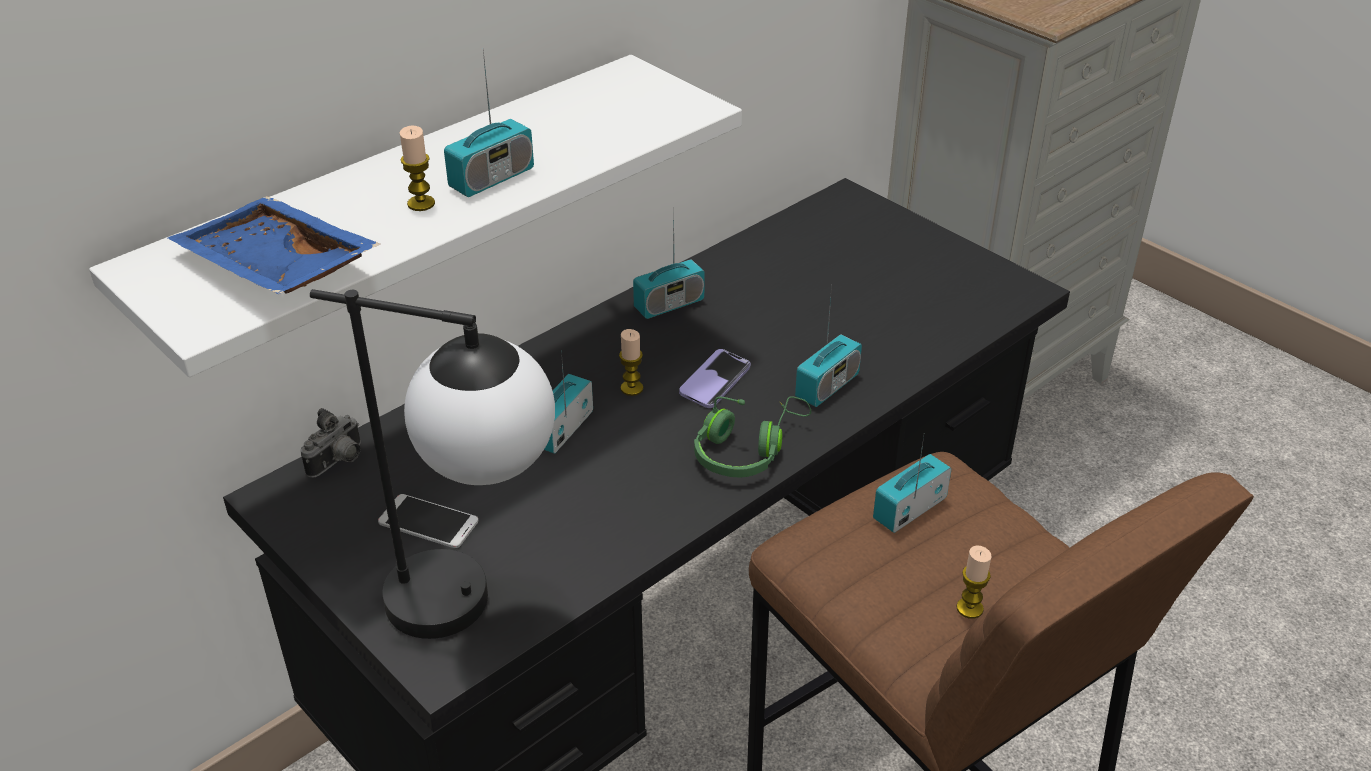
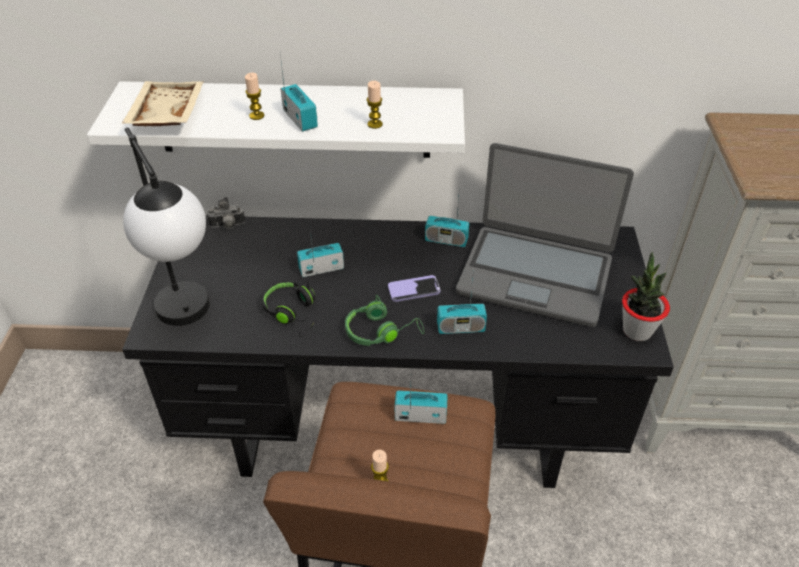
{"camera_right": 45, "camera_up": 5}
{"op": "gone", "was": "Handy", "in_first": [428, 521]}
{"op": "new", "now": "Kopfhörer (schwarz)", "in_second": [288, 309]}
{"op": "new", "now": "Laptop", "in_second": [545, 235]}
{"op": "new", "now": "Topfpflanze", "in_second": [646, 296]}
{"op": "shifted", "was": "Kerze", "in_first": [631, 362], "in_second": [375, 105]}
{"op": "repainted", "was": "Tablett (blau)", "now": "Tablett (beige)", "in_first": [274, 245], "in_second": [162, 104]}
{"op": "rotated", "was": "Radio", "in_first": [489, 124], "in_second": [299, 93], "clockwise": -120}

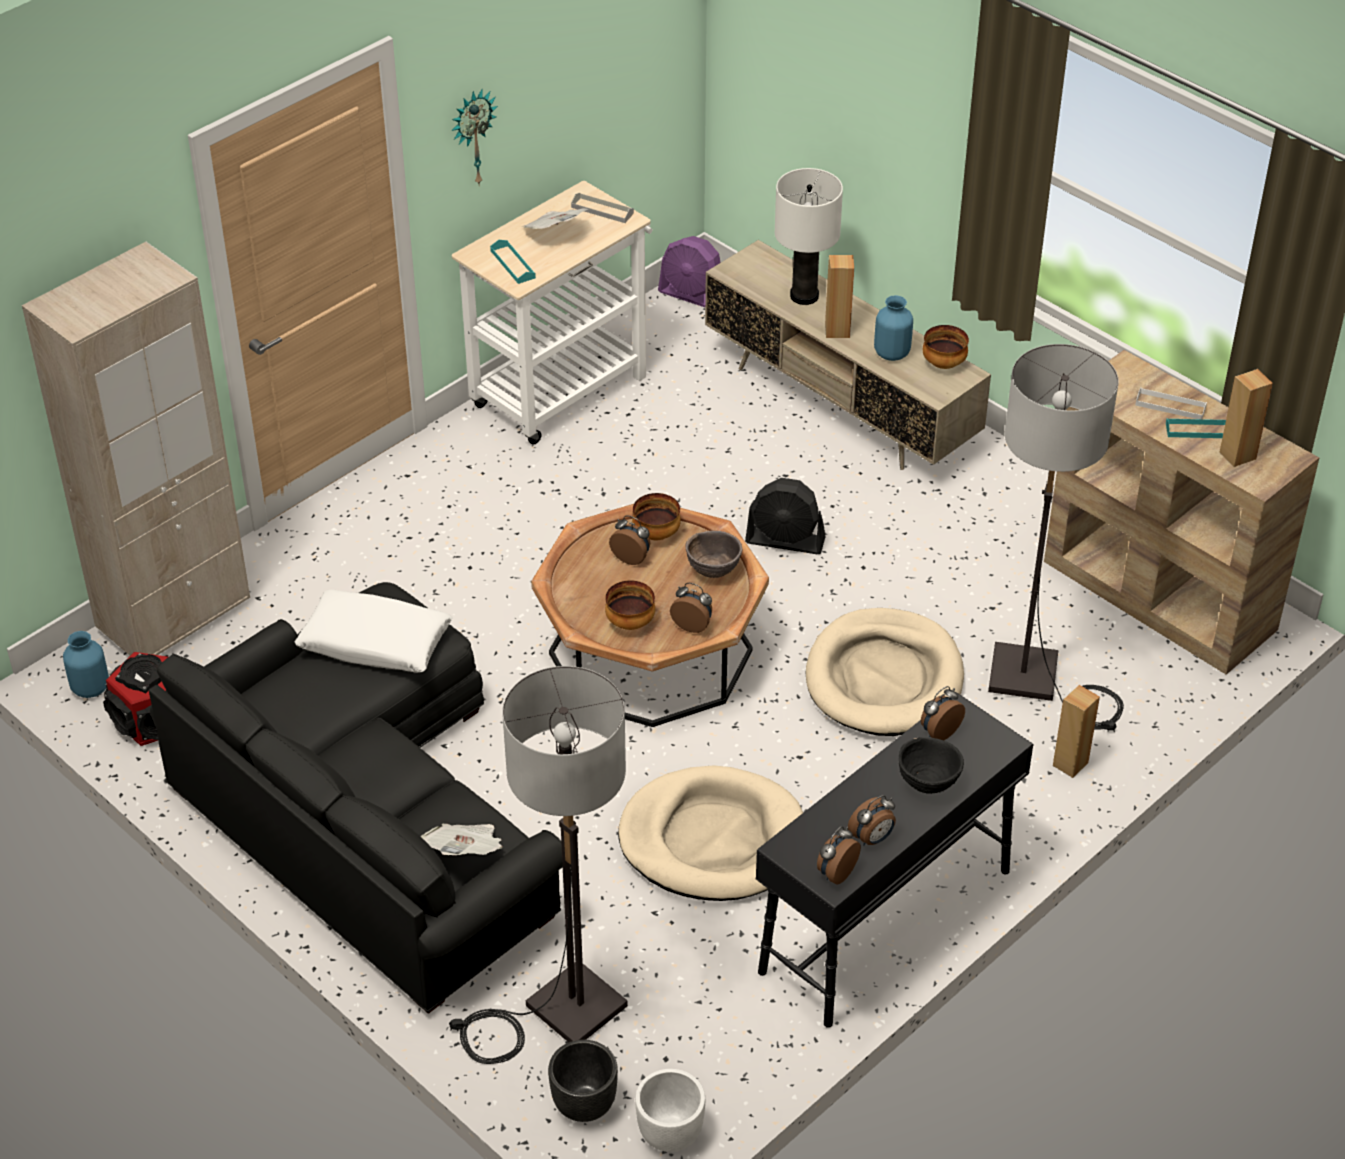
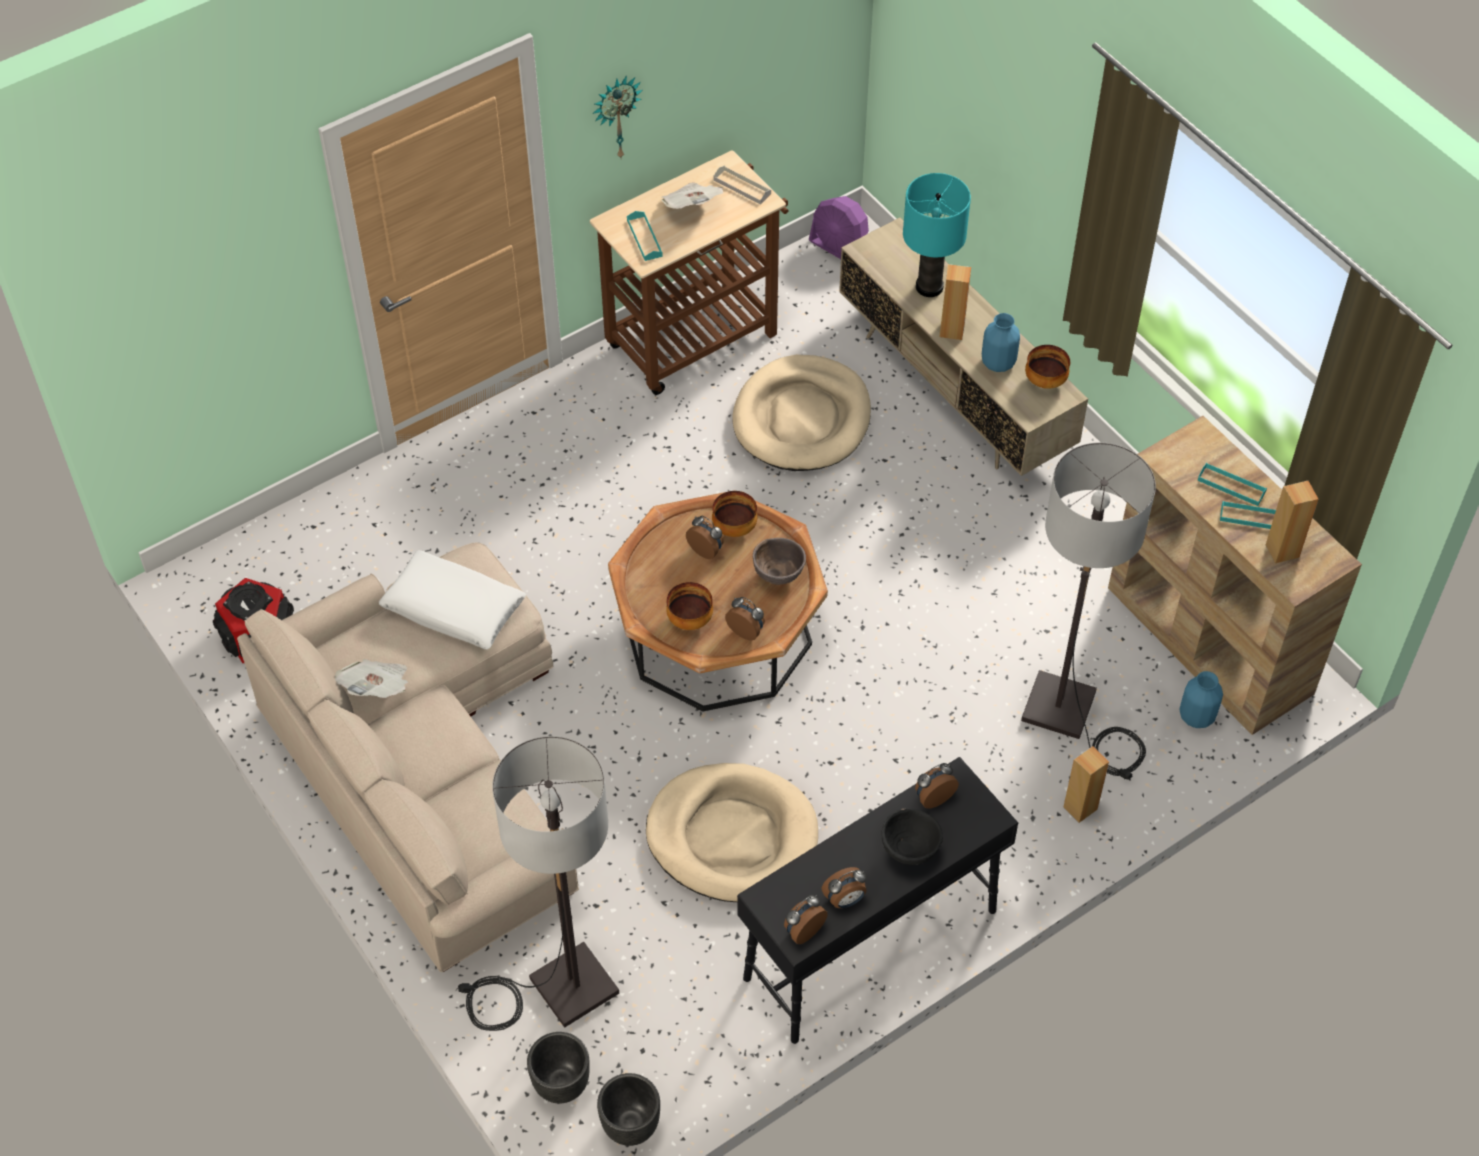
{"camera_right": 10, "camera_up": 10}
{"op": "gone", "was": "Schrank (beige)", "in_first": [136, 448]}
{"op": "gone", "was": "Ventilator (schwarz)", "in_first": [785, 516]}
{"op": "shifted", "was": "Vase (blau)", "in_first": [86, 664], "in_second": [1201, 699]}
{"op": "shifted", "was": "Zeitung", "in_first": [461, 839], "in_second": [371, 678]}
{"op": "shifted", "was": "Hundebett (beige)", "in_first": [885, 672], "in_second": [801, 413]}
{"op": "repainted", "was": "Sofa (schwarz)", "now": "Sofa (beige)", "in_first": [356, 798], "in_second": [408, 757]}
{"op": "repainted", "was": "Rollwagen (weiß)", "now": "Rollwagen (braun)", "in_first": [552, 313], "in_second": [689, 273]}
{"op": "repainted", "was": "Pflanzkübel (weiß)", "now": "Pflanzkübel (schwarz)", "in_first": [670, 1110], "in_second": [628, 1109]}
{"op": "repainted", "was": "Tischlampe (weiß)", "now": "Tischlampe (türkis)", "in_first": [809, 236], "in_second": [937, 235]}
{"op": "repainted", "was": "Tablett (weiß)", "now": "Tablett (türkis)", "in_first": [1171, 403], "in_second": [1232, 484]}

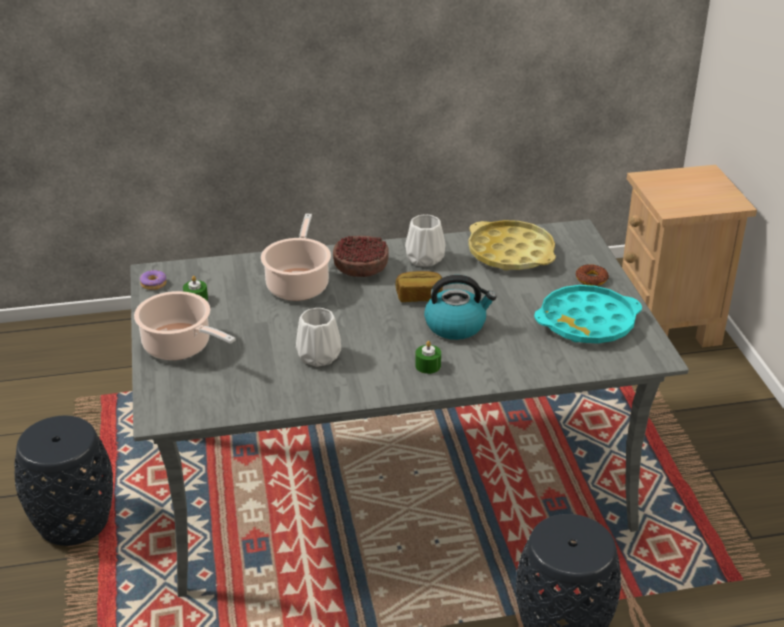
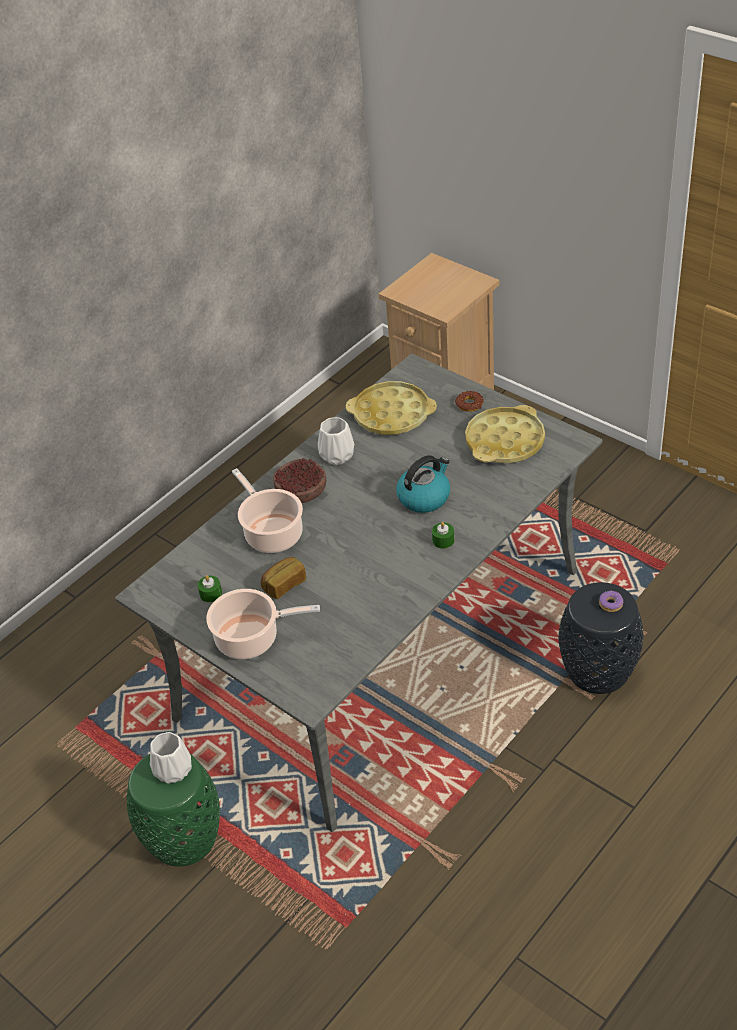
{"camera_right": -35, "camera_up": 10}
{"op": "shifted", "was": "Donut", "in_first": [153, 280], "in_second": [611, 601]}
{"op": "shifted", "was": "Vase (weiß)", "in_first": [318, 337], "in_second": [171, 758]}
{"op": "shifted", "was": "Brot", "in_first": [419, 286], "in_second": [283, 578]}
{"op": "repainted", "was": "Hocker (schwarz)", "now": "Hocker (grün)", "in_first": [63, 481], "in_second": [173, 810]}
{"op": "repainted", "was": "Tablett (türkis)", "now": "Tablett (gelb)", "in_first": [588, 314], "in_second": [505, 434]}

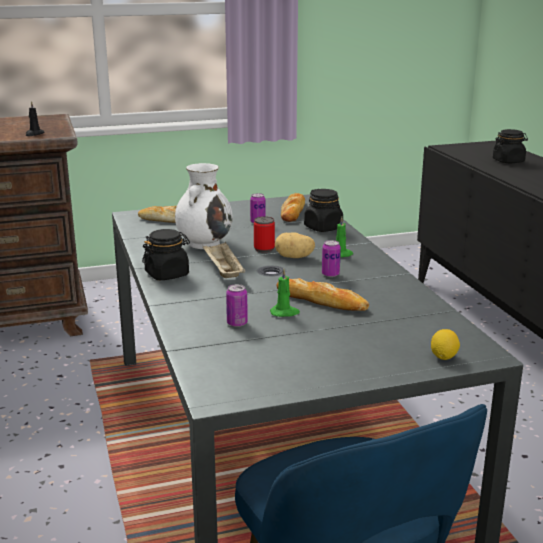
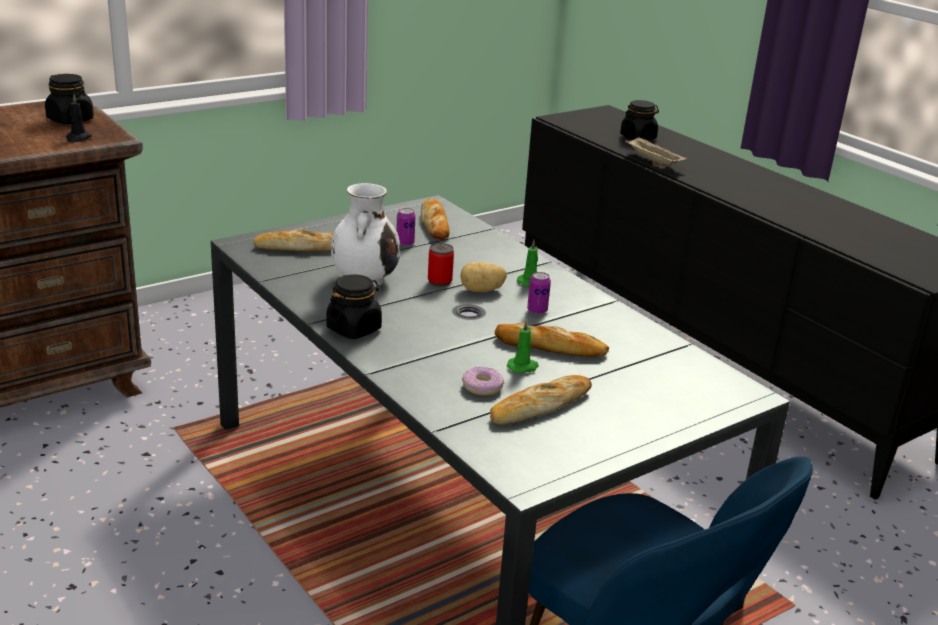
{"camera_right": -20, "camera_up": 5}
{"op": "gone", "was": "Zitrone", "in_first": [445, 344]}
{"op": "new", "now": "Brot", "in_second": [541, 400]}
{"op": "shifted", "was": "Tablett (beige)", "in_first": [224, 260], "in_second": [656, 151]}
{"op": "shifted", "was": "Vorratsglas (schwarz)", "in_first": [323, 210], "in_second": [69, 99]}
{"op": "swapped", "was": "Dose", "now": "Donut", "in_first": [237, 305], "in_second": [483, 381]}

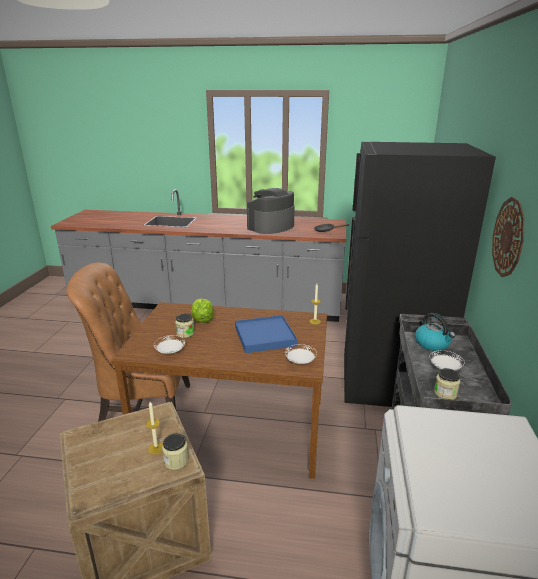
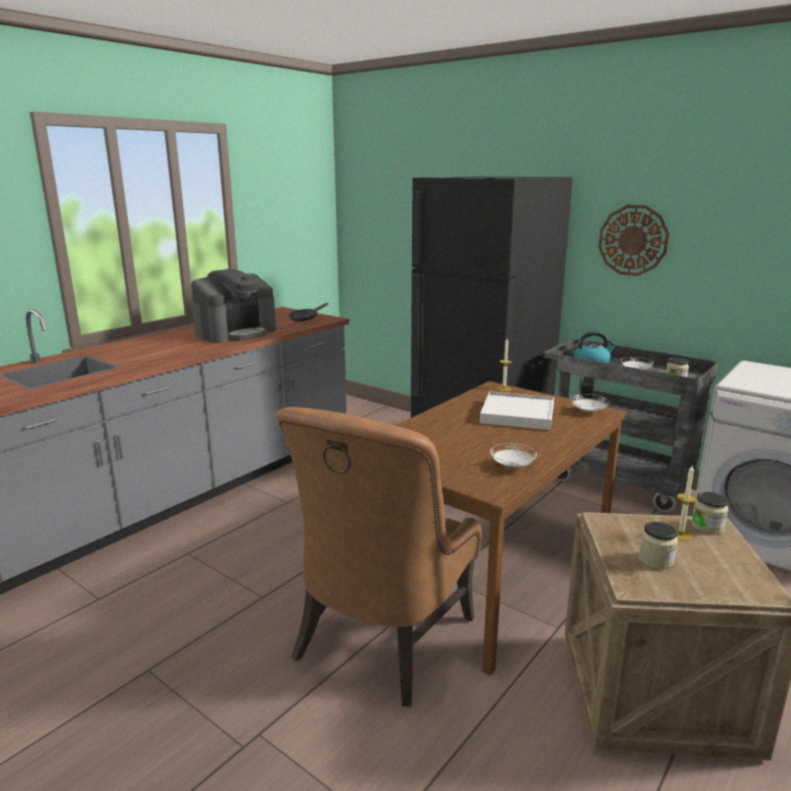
{"camera_right": -60, "camera_up": -5}
{"op": "gone", "was": "Salatkopf", "in_first": [202, 310]}
{"op": "shifted", "was": "Vorratsglas", "in_first": [184, 325], "in_second": [658, 545]}
{"op": "repainted", "was": "Tablett (blau)", "now": "Tablett (weiß)", "in_first": [266, 334], "in_second": [517, 411]}
{"op": "rotated", "was": "Kaffeemaschine", "in_first": [270, 211], "in_second": [233, 306], "clockwise": -120}

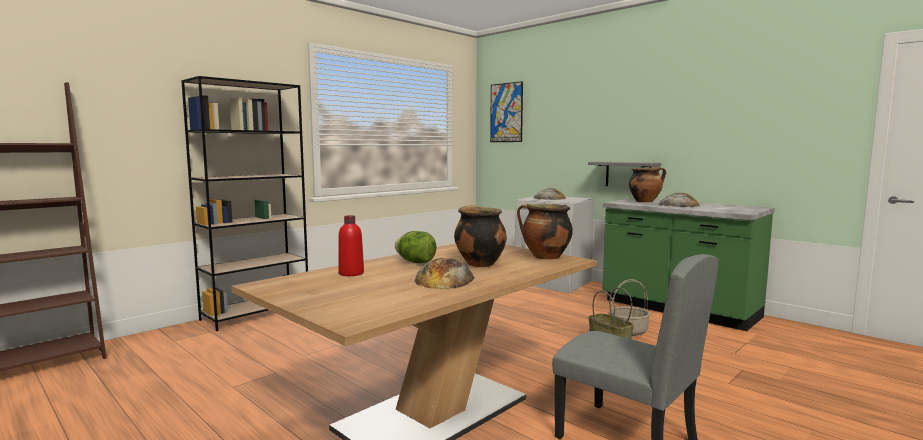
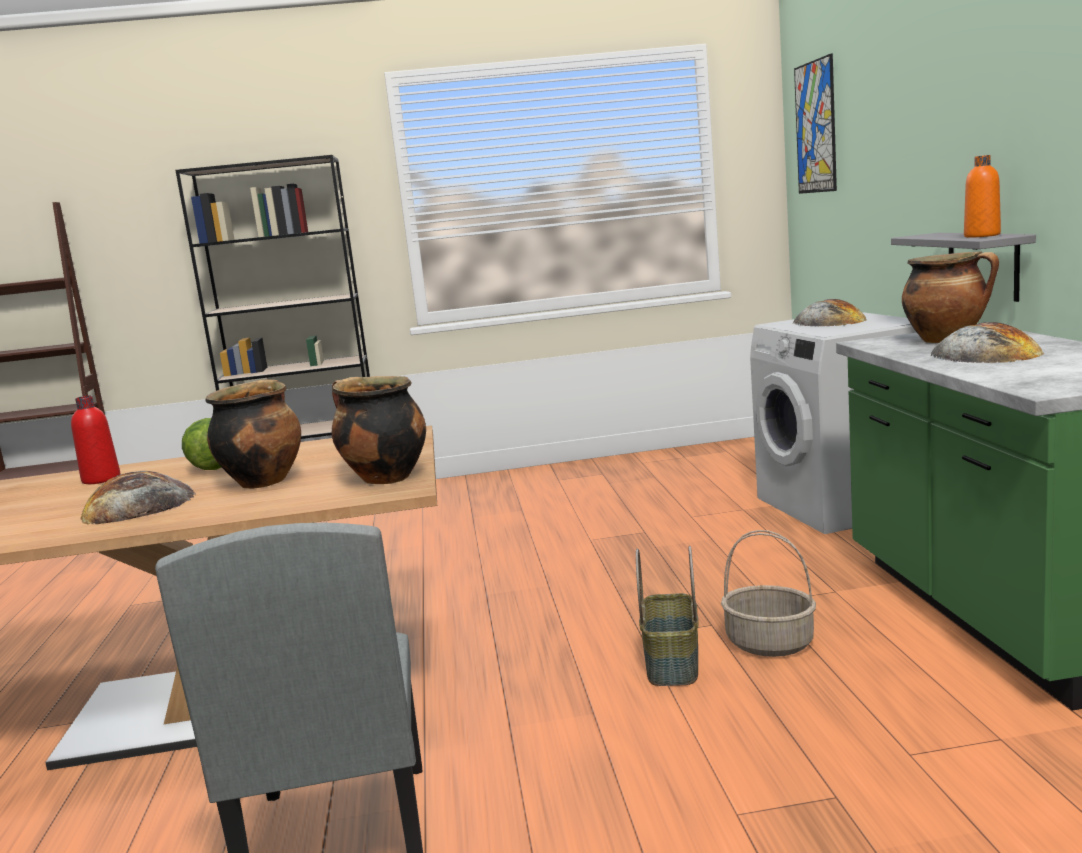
{"camera_right": 40, "camera_up": 5}
{"op": "new", "now": "Flasche (orange)", "in_second": [982, 196]}

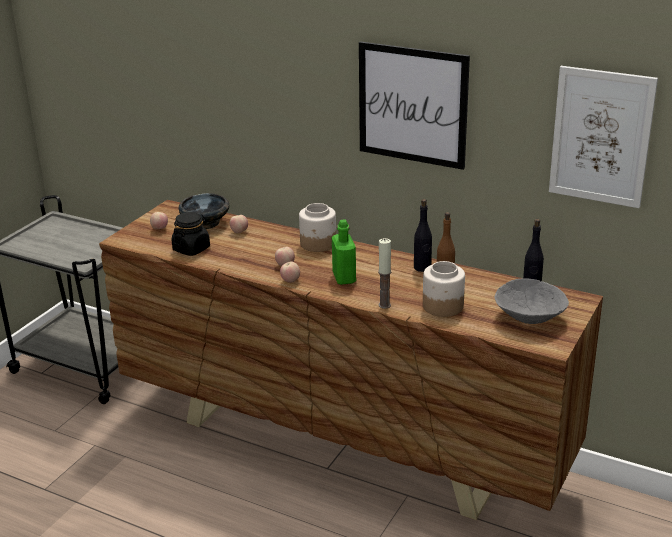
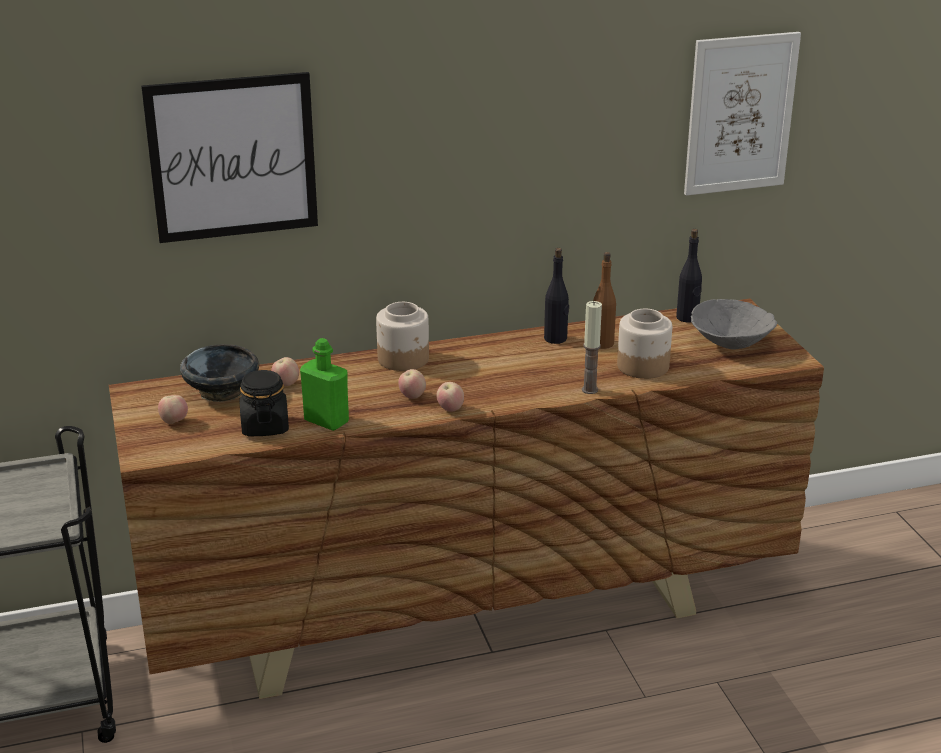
{"camera_right": -45, "camera_up": 0}
{"op": "shifted", "was": "Flasche (grün)", "in_first": [344, 252], "in_second": [324, 384]}
{"op": "shifted", "was": "Bild", "in_first": [414, 105], "in_second": [229, 157]}

